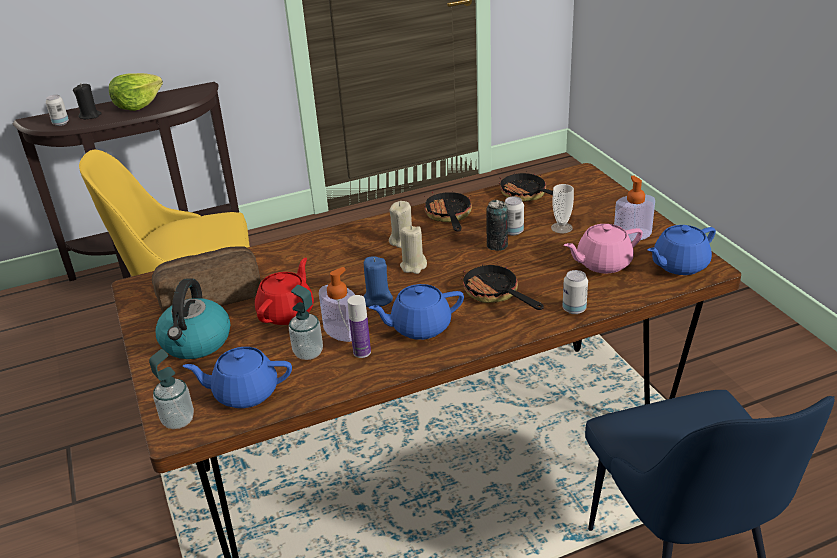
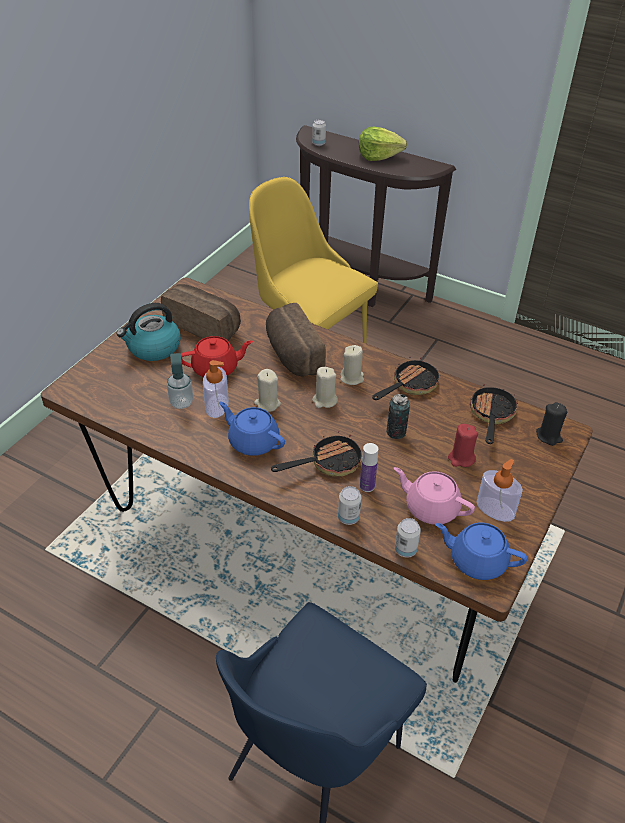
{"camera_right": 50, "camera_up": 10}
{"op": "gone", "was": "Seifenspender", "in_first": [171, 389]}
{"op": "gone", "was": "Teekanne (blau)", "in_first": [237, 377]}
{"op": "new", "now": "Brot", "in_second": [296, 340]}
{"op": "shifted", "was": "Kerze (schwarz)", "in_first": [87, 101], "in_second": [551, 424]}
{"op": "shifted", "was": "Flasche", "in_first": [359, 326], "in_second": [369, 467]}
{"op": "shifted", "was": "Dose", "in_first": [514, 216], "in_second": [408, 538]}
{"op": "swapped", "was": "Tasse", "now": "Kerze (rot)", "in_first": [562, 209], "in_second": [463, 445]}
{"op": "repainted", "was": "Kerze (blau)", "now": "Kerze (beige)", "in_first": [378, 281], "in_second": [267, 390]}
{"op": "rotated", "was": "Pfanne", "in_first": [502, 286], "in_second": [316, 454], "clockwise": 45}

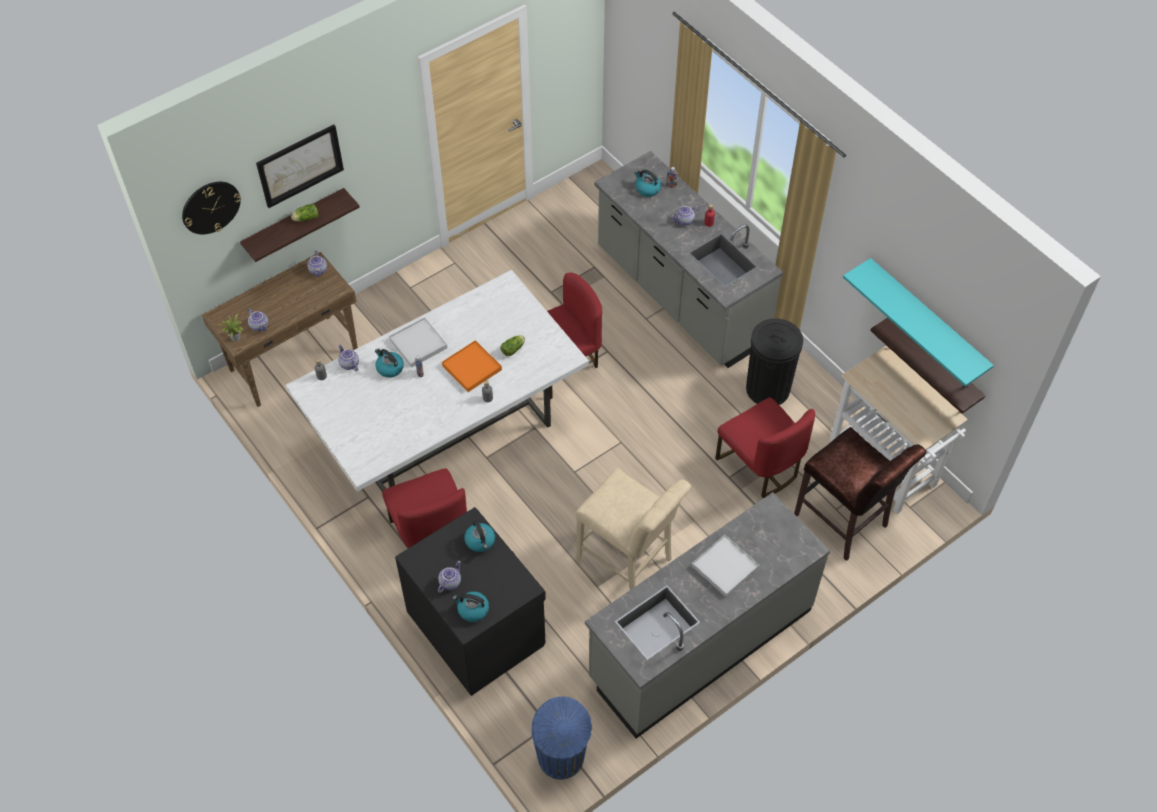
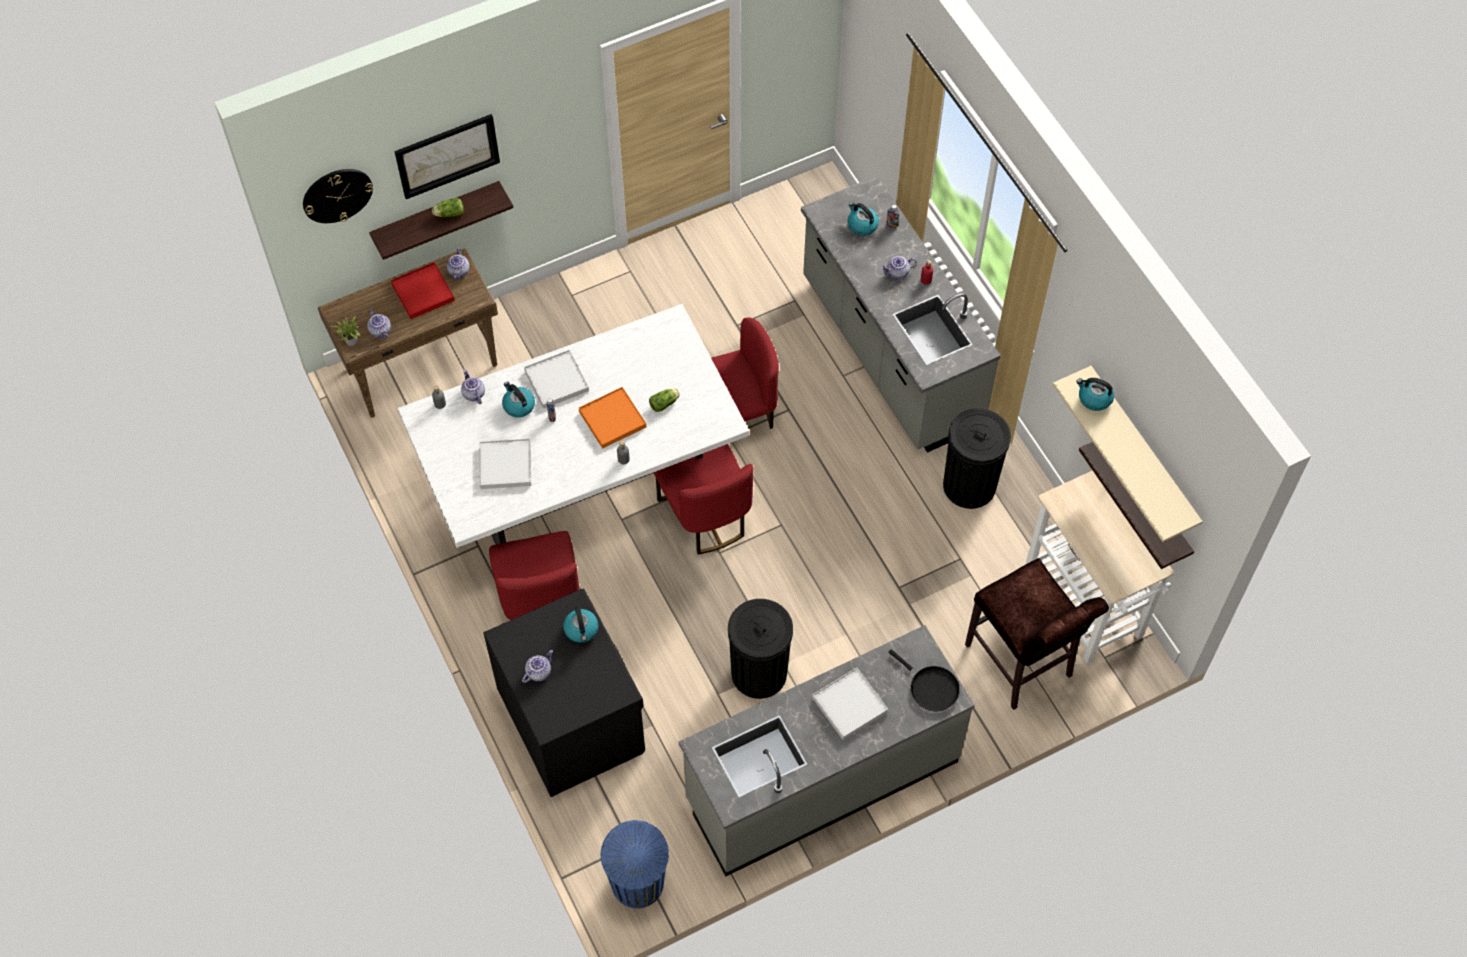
{"camera_right": 10, "camera_up": 5}
{"op": "new", "now": "Tablett (rot)", "in_second": [423, 290]}
{"op": "new", "now": "Tablett (weiß)", "in_second": [505, 463]}
{"op": "new", "now": "Pfanne (schwarz)", "in_second": [924, 680]}
{"op": "shifted", "was": "Wasserkessel", "in_first": [470, 607], "in_second": [1095, 394]}
{"op": "shifted", "was": "Stuhl (rot)", "in_first": [765, 448], "in_second": [703, 499]}
{"op": "swapped", "was": "Hocker (beige)", "now": "Mülleimer (schwarz)", "in_first": [633, 529], "in_second": [760, 649]}
{"op": "repainted", "was": "Wandregal (türkis)", "now": "Wandregal (beige)", "in_first": [918, 322], "in_second": [1128, 454]}

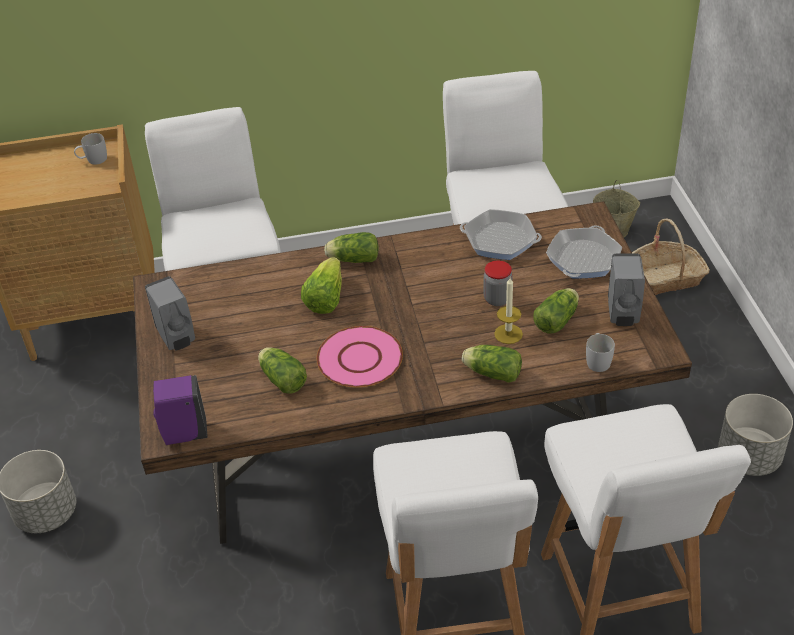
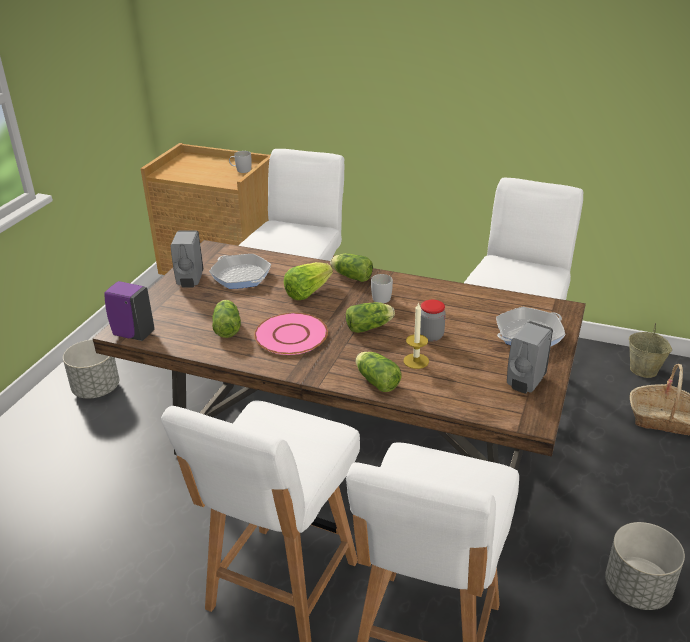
{"camera_right": 30, "camera_up": -10}
{"op": "shifted", "was": "Pfanne", "in_first": [501, 234], "in_second": [240, 271]}
{"op": "shifted", "was": "Salatkopf", "in_first": [556, 311], "in_second": [370, 317]}
{"op": "shifted", "was": "Henkelbecher (weiß)", "in_first": [600, 352], "in_second": [382, 288]}

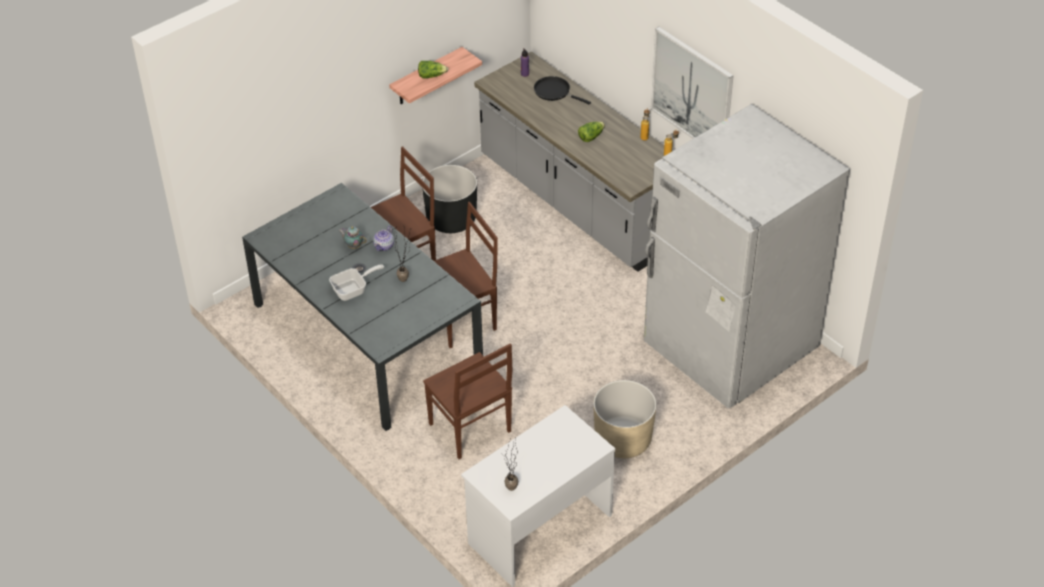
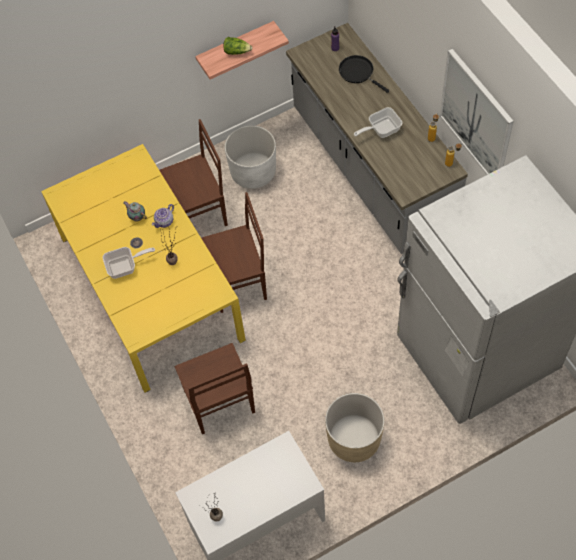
{"camera_right": 15, "camera_up": 15}
{"op": "swapped", "was": "Salatkopf", "now": "Pfanne", "in_first": [591, 132], "in_second": [378, 122]}
{"op": "repainted", "was": "Esstisch (grau)", "now": "Esstisch (gelb)", "in_first": [362, 307], "in_second": [143, 268]}
{"op": "repainted", "was": "Pflanzkübel (schwarz)", "now": "Pflanzkübel (weiß)", "in_first": [449, 199], "in_second": [250, 157]}

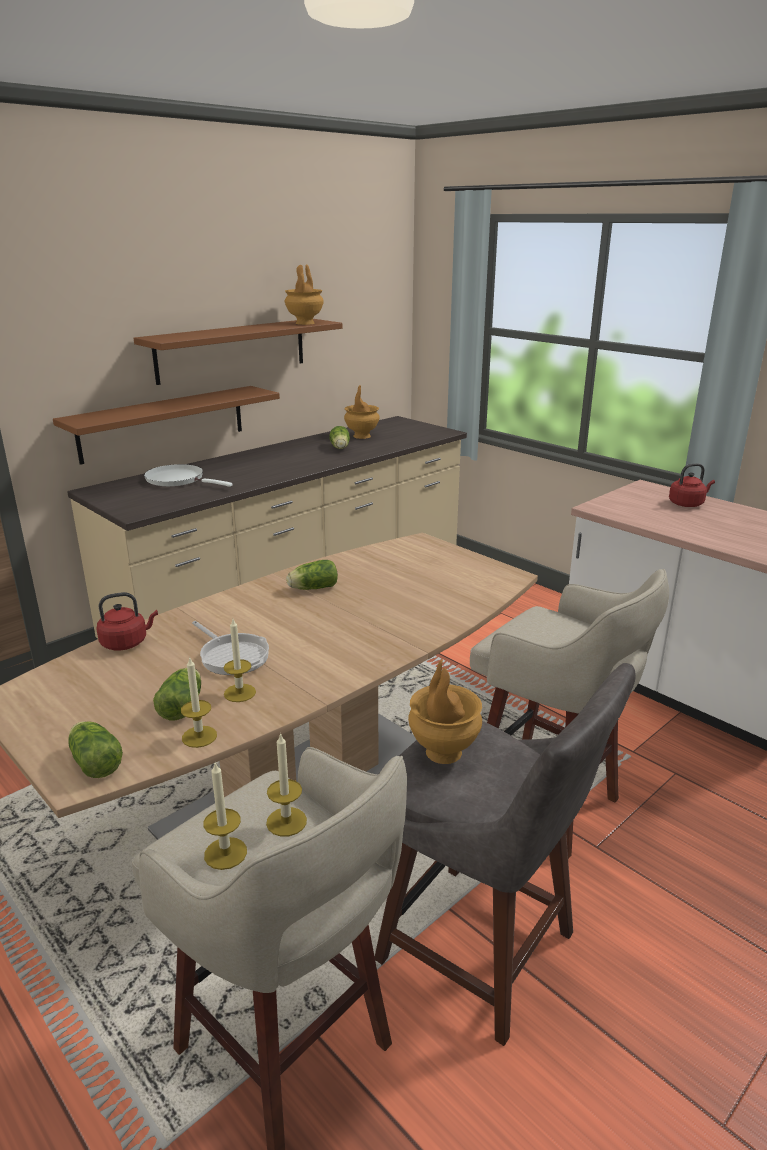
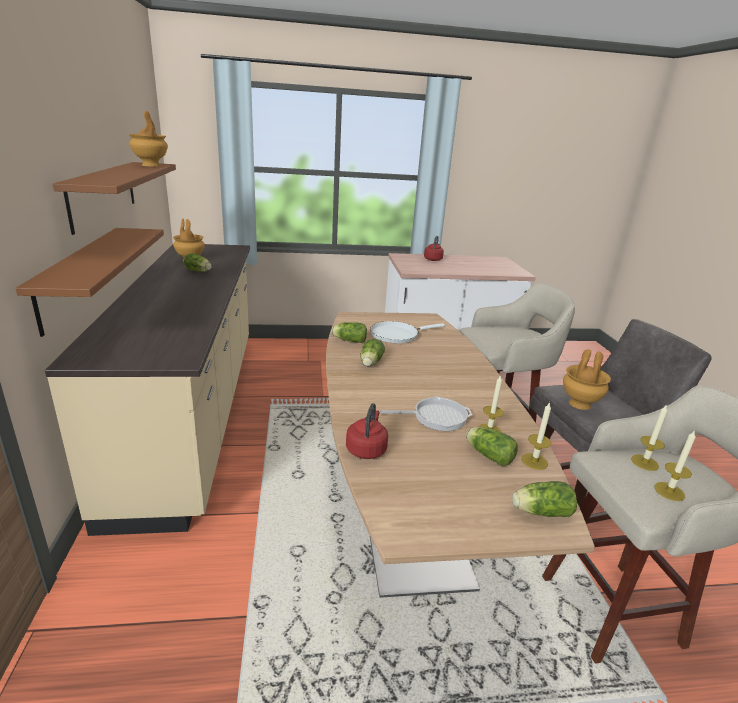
{"camera_right": -55, "camera_up": 0}
{"op": "new", "now": "Salatkopf", "in_second": [349, 332]}
{"op": "shifted", "was": "Pfanne (weiß)", "in_first": [188, 475], "in_second": [407, 332]}

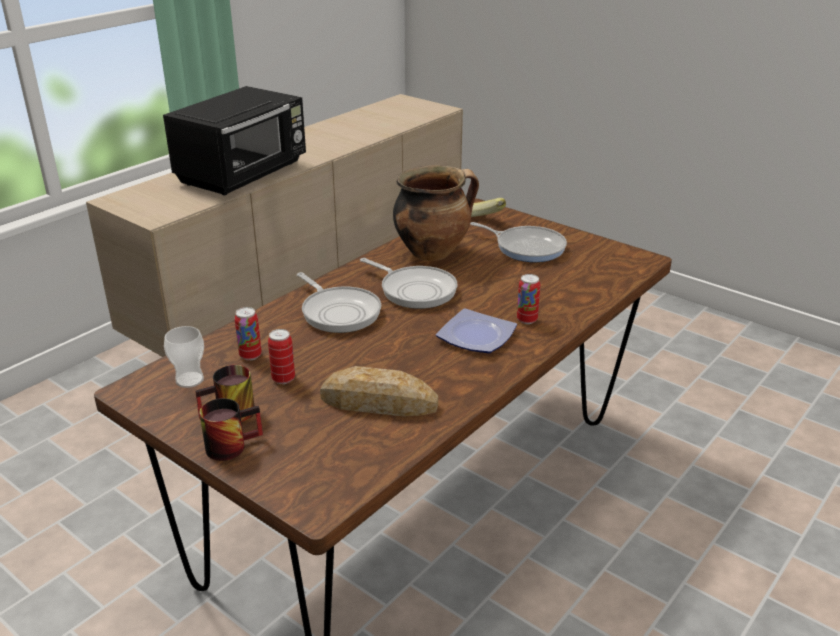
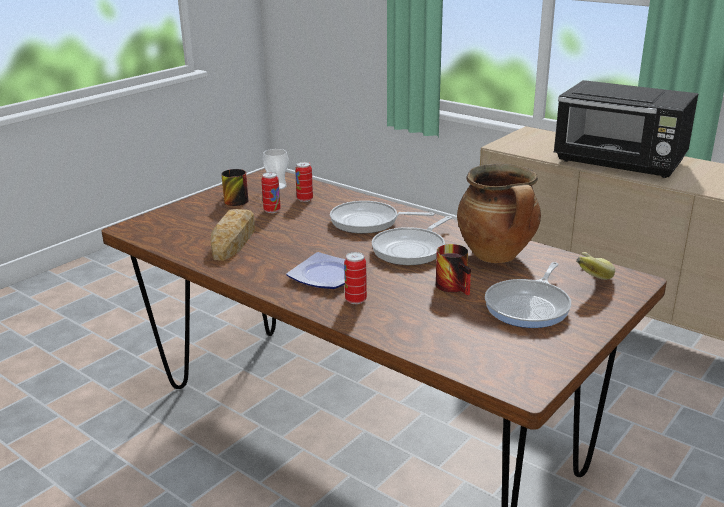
{"camera_right": 90, "camera_up": -5}
{"op": "shifted", "was": "Henkelbecher", "in_first": [231, 429], "in_second": [453, 269]}
{"op": "rotated", "was": "Pfanne", "in_first": [339, 302], "in_second": [382, 217], "clockwise": 45}

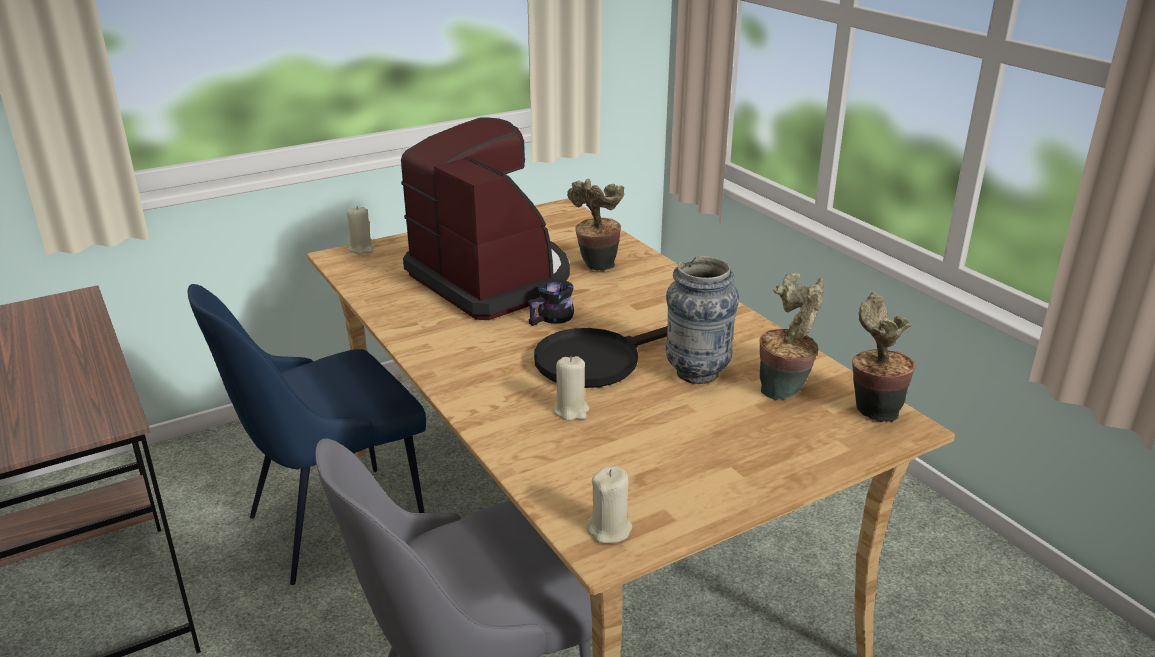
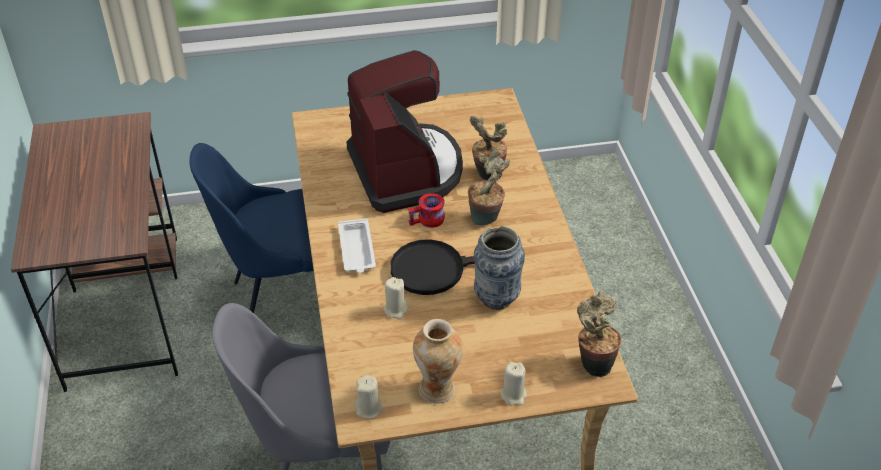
{"camera_right": 20, "camera_up": 15}
{"op": "new", "now": "Tablett (weiß)", "in_second": [357, 245]}
{"op": "new", "now": "Vase", "in_second": [438, 361]}
{"op": "shifted", "was": "Kerze (beige)", "in_first": [361, 230], "in_second": [514, 384]}
{"op": "shifted", "was": "Topfpflanze", "in_first": [791, 336], "in_second": [489, 187]}
{"op": "repainted", "was": "Henkelbecher (schwarz)", "now": "Henkelbecher (rot)", "in_first": [551, 303], "in_second": [426, 210]}

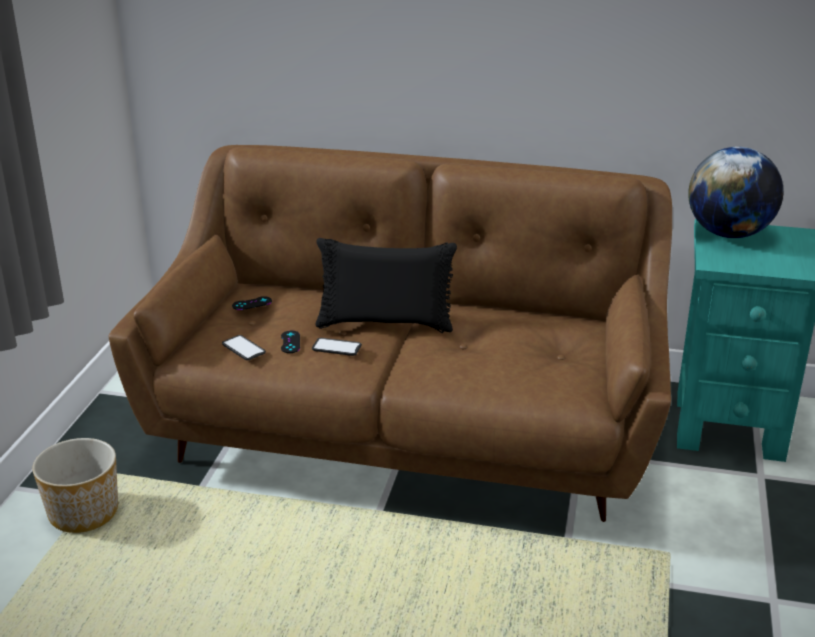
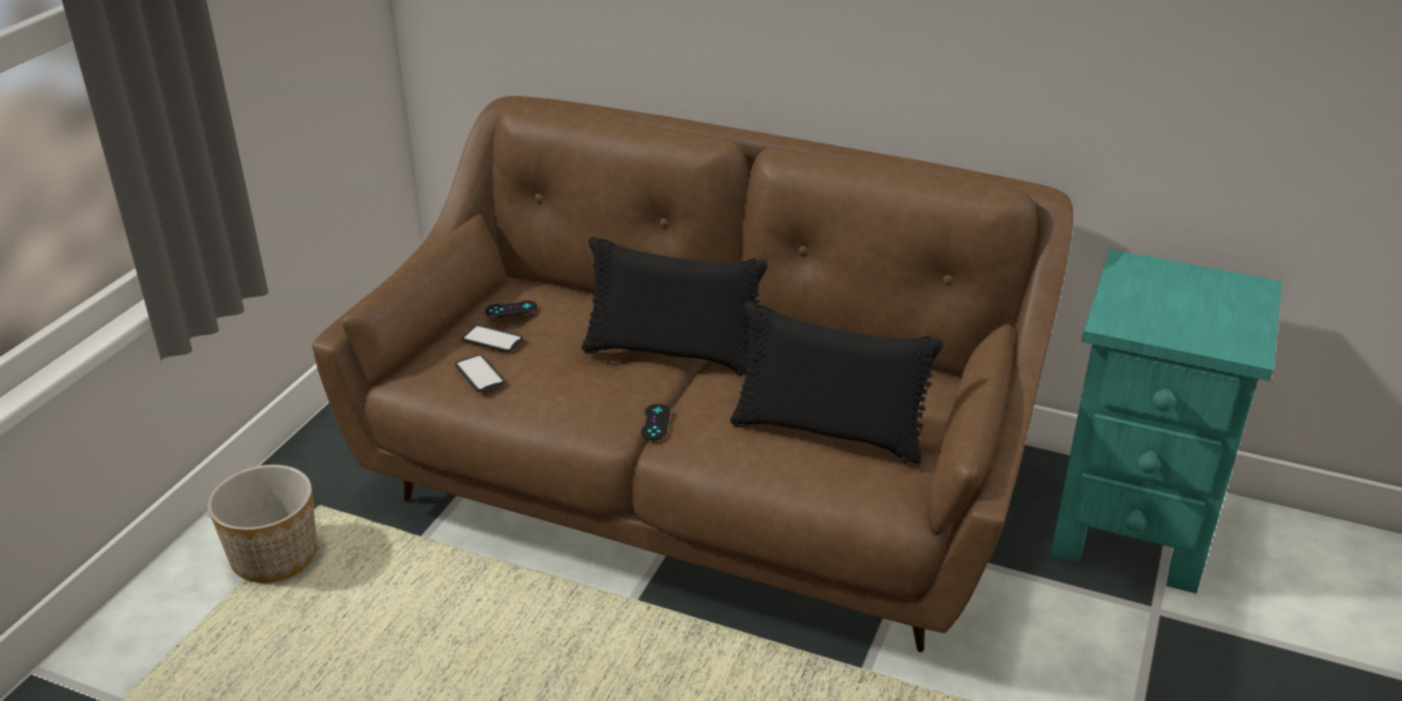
{"camera_right": 10, "camera_up": 5}
{"op": "gone", "was": "Globus", "in_first": [736, 192]}
{"op": "new", "now": "Kissen (schwarz)", "in_second": [836, 383]}
{"op": "shifted", "was": "Gamepad (schwarz)", "in_first": [290, 342], "in_second": [655, 422]}
{"op": "shifted", "was": "Handy", "in_first": [337, 347], "in_second": [492, 338]}

